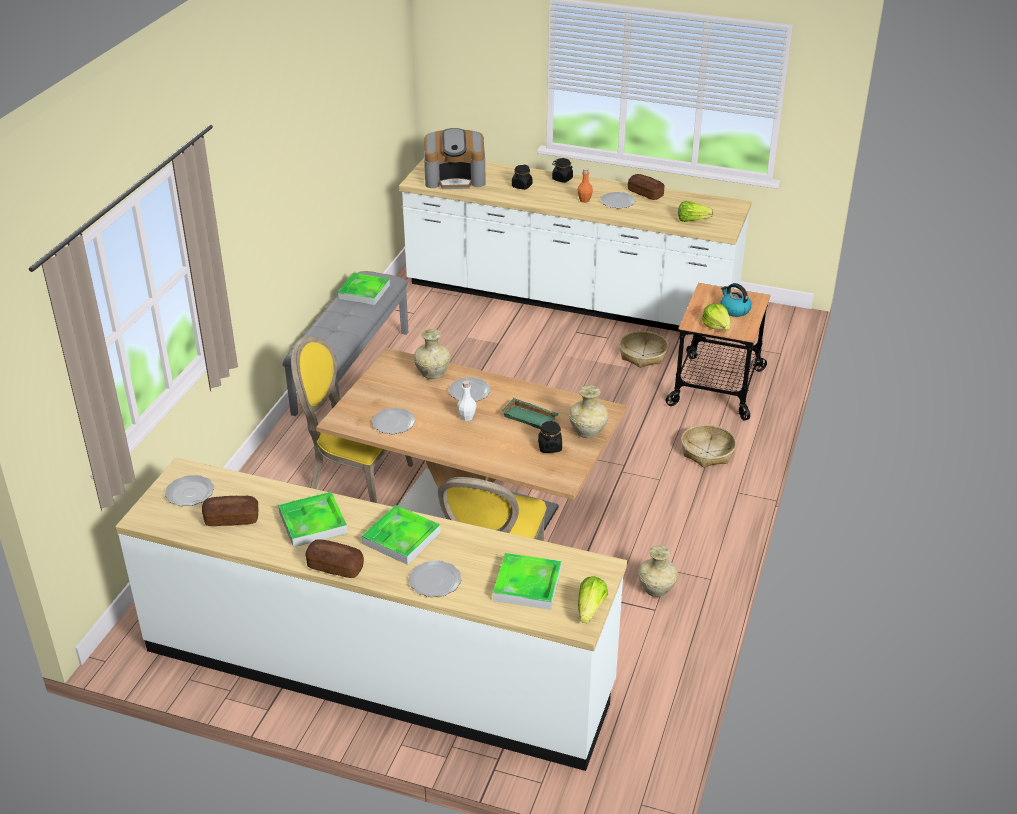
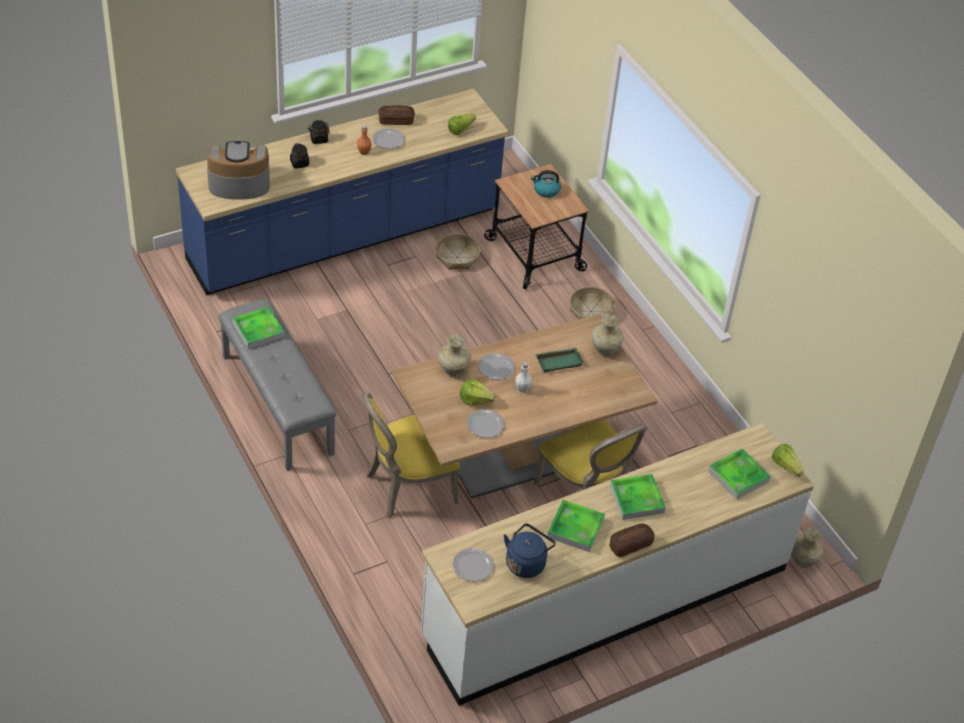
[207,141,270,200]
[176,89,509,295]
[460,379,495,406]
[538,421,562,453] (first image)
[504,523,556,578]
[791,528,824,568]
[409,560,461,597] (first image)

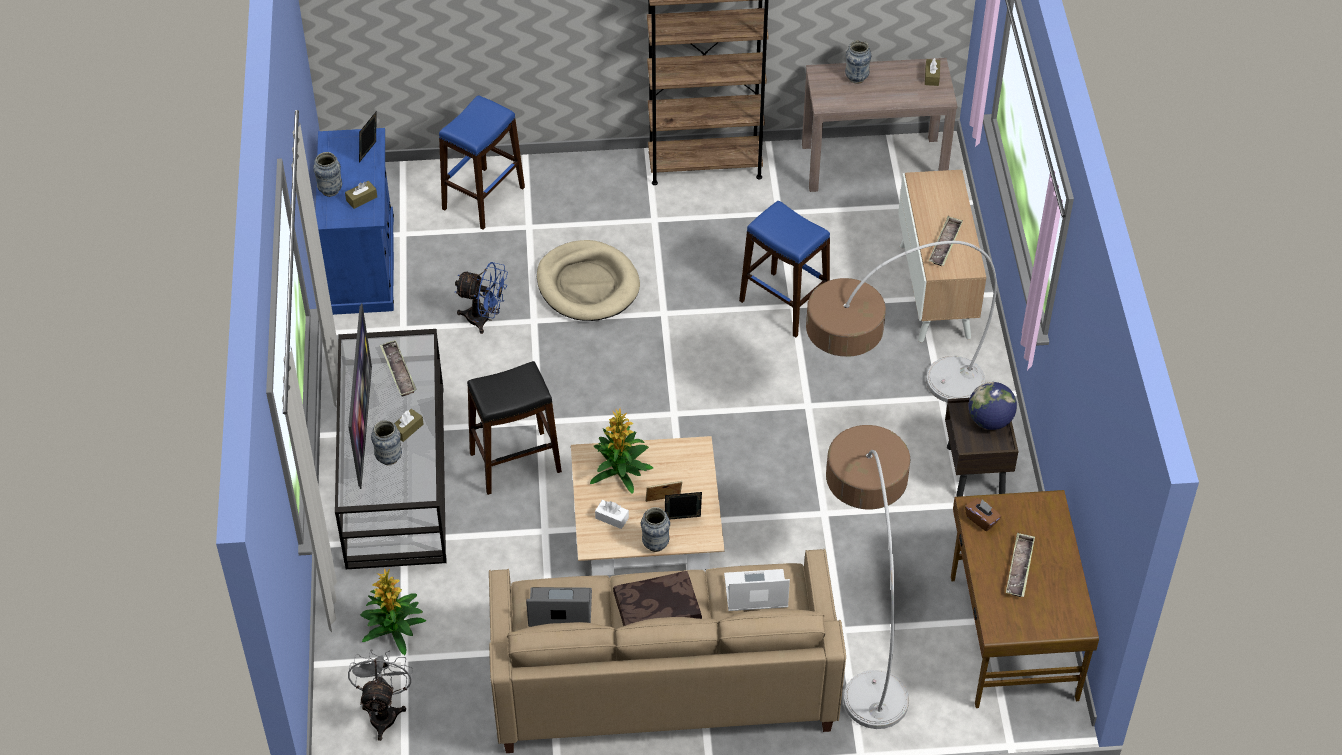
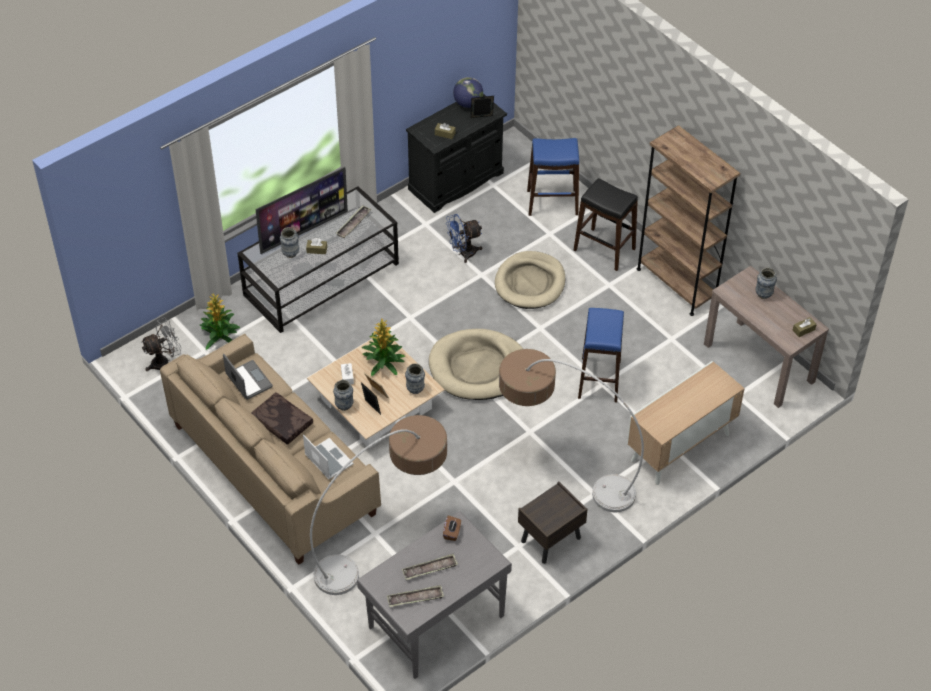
[406,94,507,213]
[405,364,425,394]
[387,585,444,607]
[446,214,482,263]
[574,178,638,271]
[453,77,483,108]
[357,511,512,679]
[429,329,527,400]

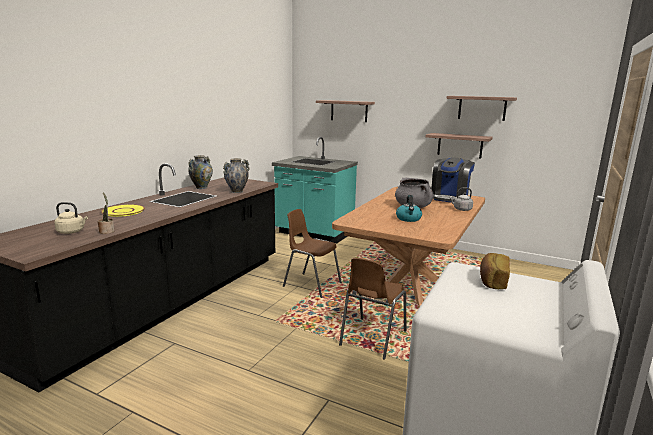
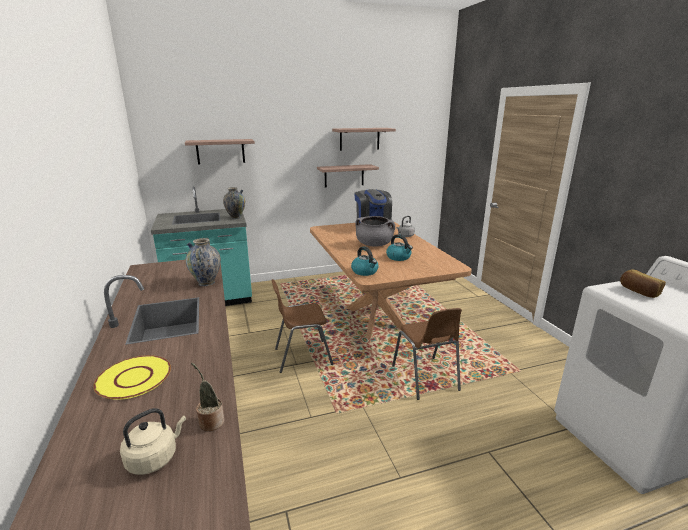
[223,187,246,219]
[351,247,378,276]

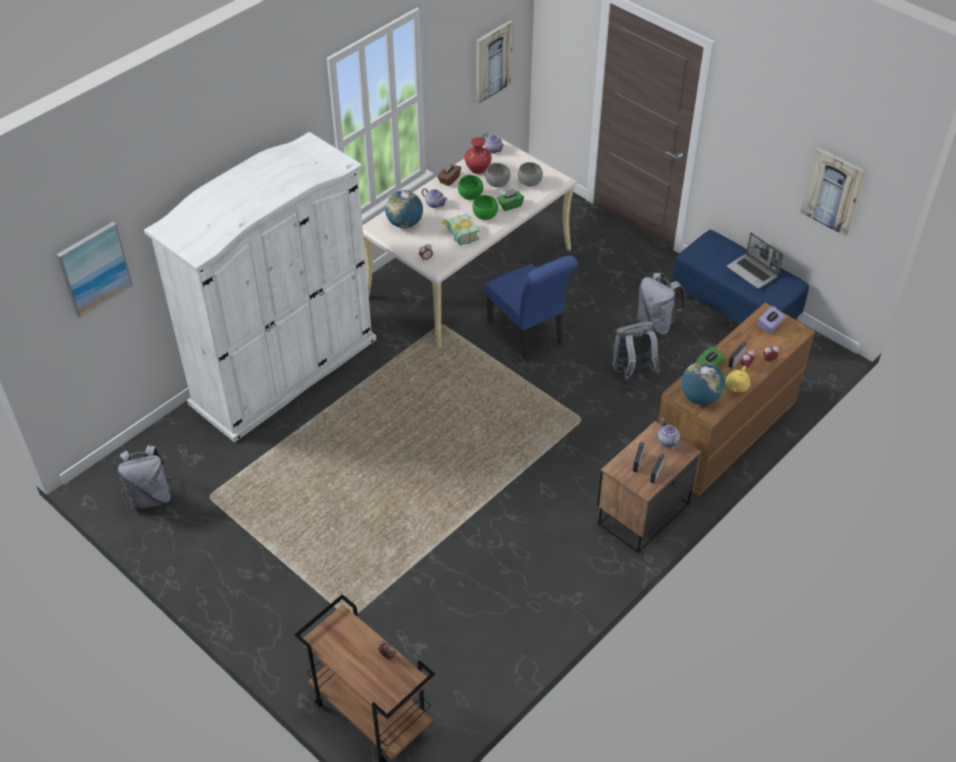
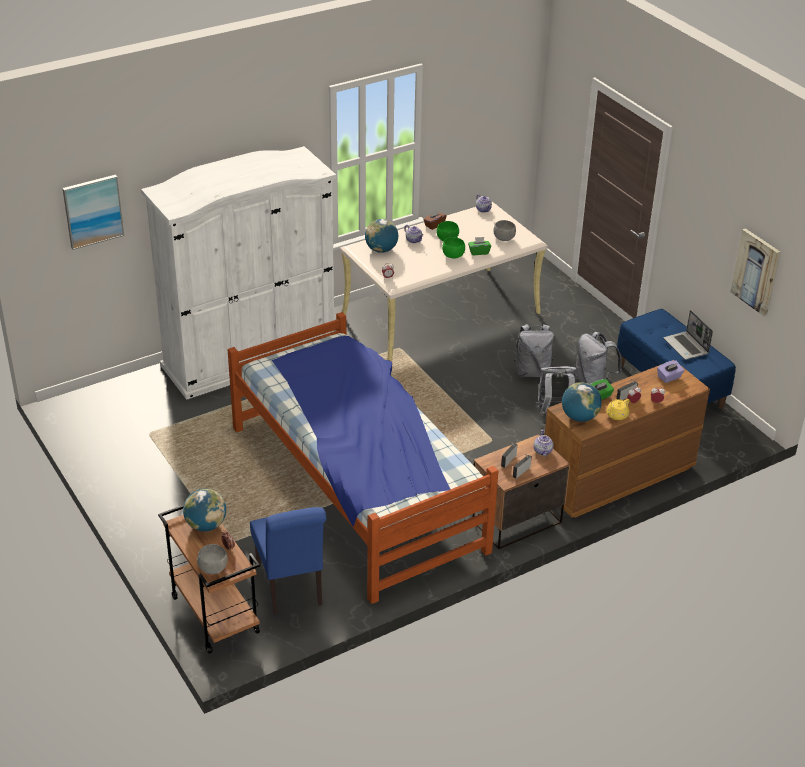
[476,20,513,104] (first image)
[465,137,492,174] (first image)
[197,544,228,574]
[442,213,479,245] (first image)
[250,507,326,615]
[514,324,554,377]
[228,312,498,604]
[183,489,226,532]

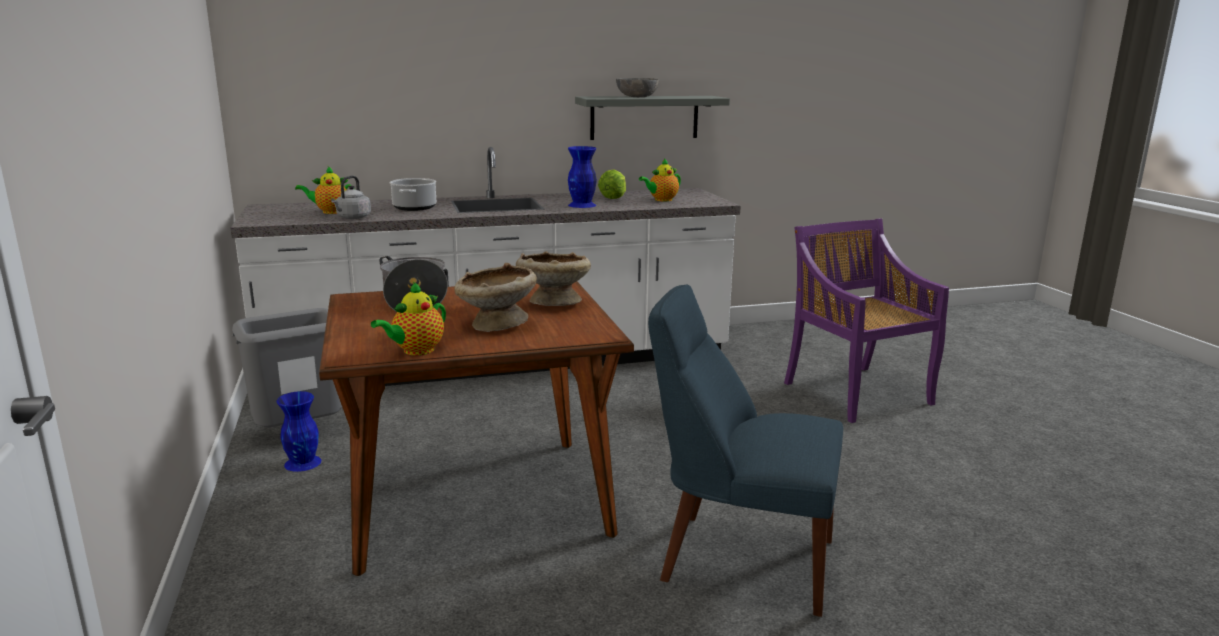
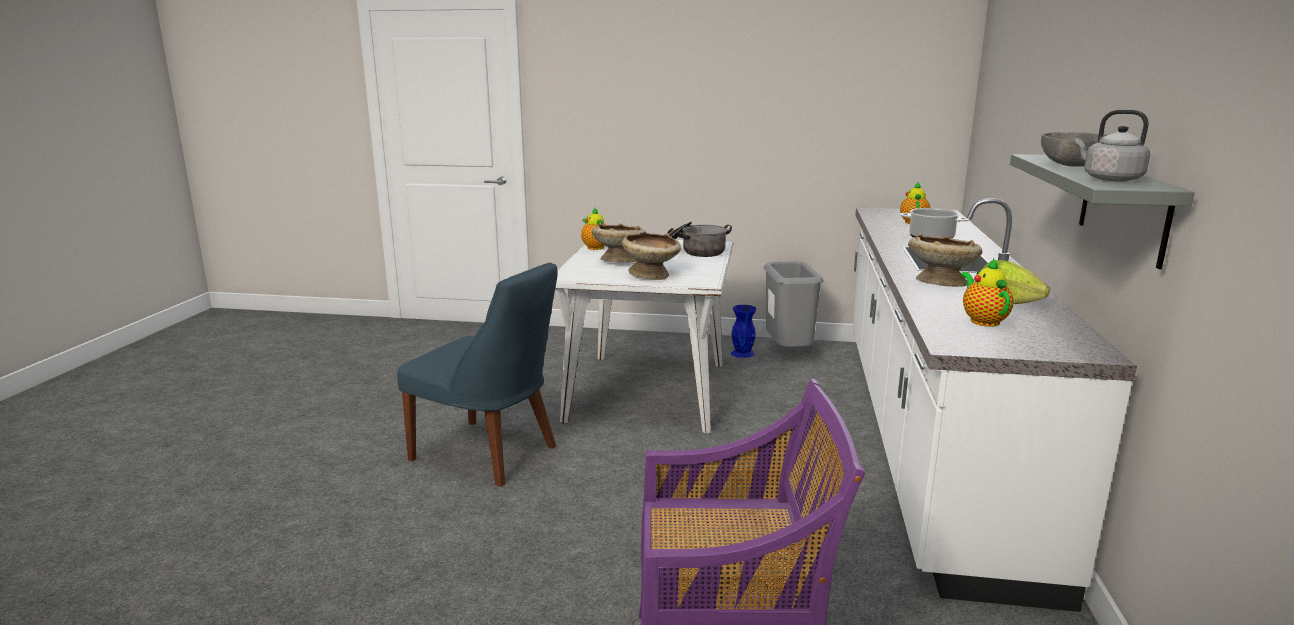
[908,233,983,287]
[1075,110,1150,182]
[555,240,733,434]
[397,263,557,487]

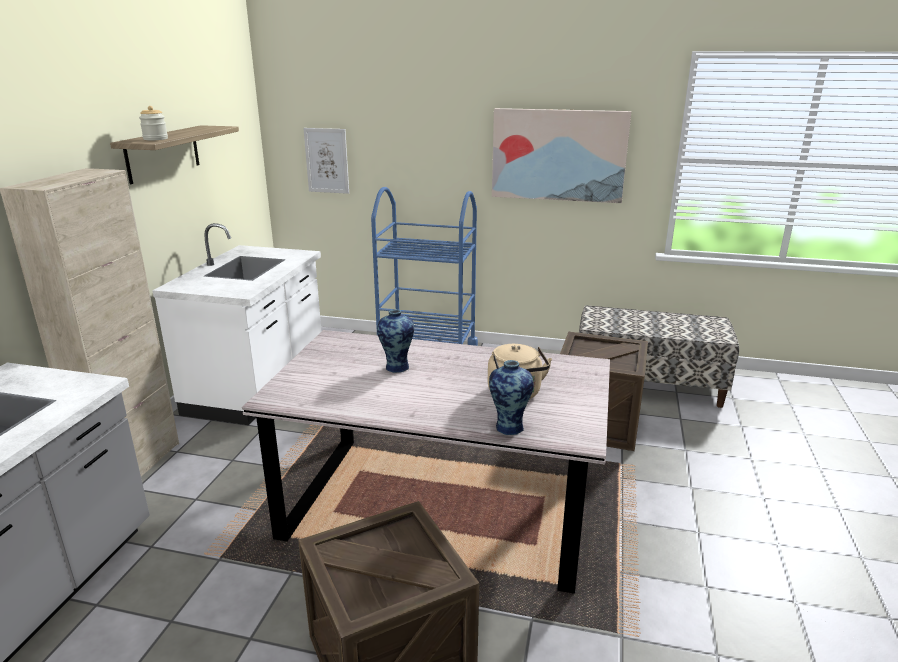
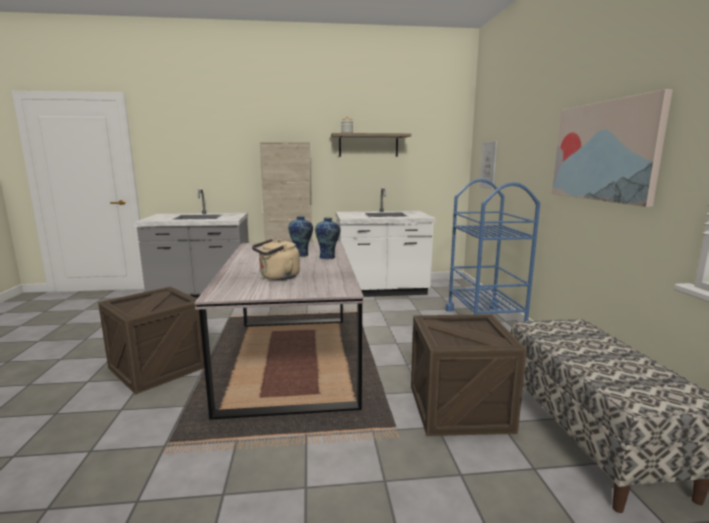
[315,217,340,259]

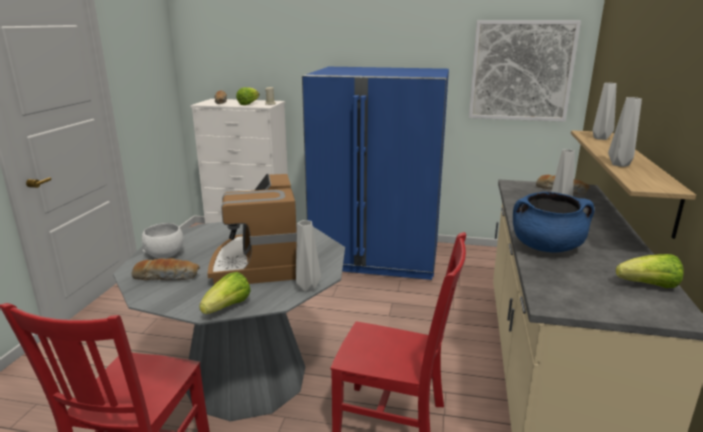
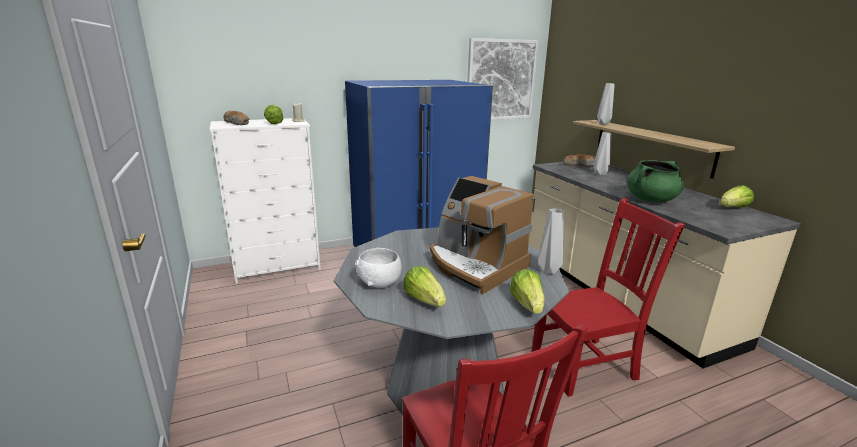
[608,97,642,167] (first image)
[627,160,684,202]
[403,266,446,307]

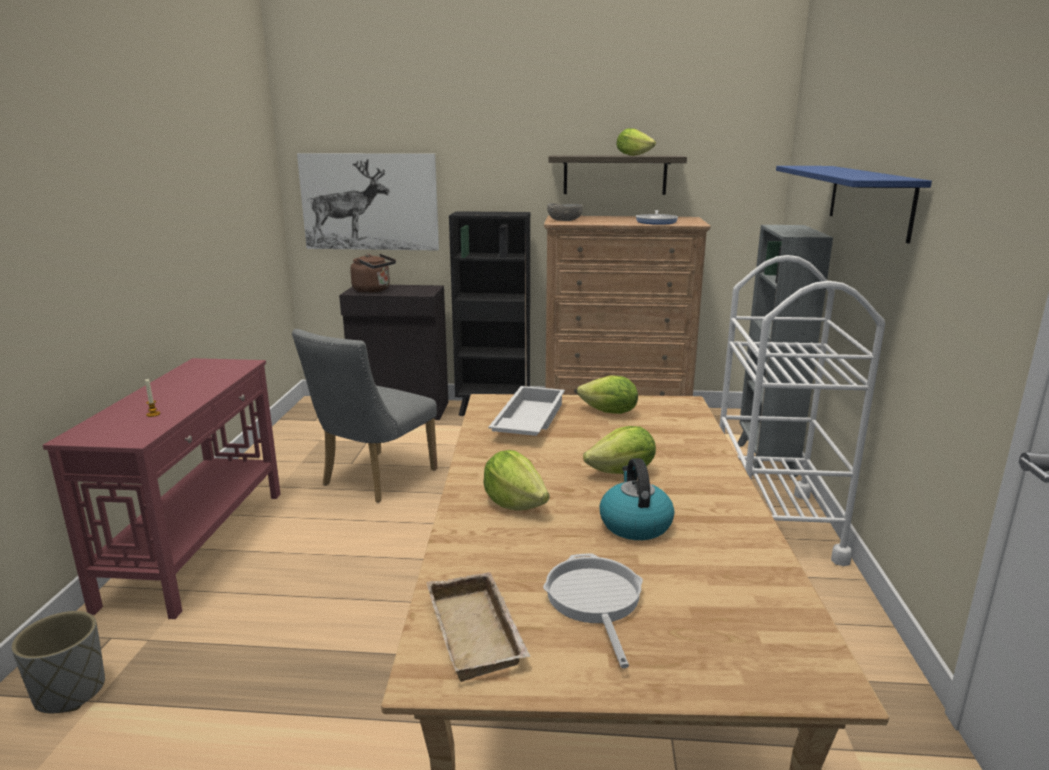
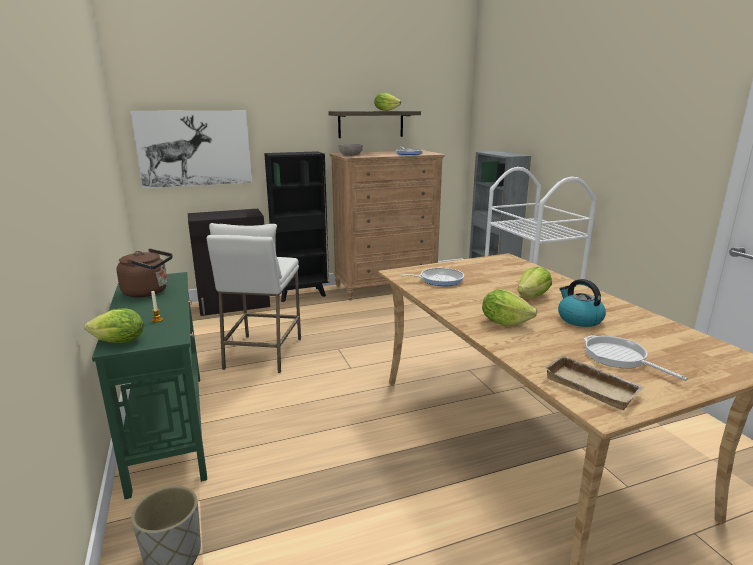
[776,166,932,243] (first image)
[117,249,173,297]
[207,223,301,373]
[92,272,207,499]
[84,308,144,343]
[400,268,464,286]

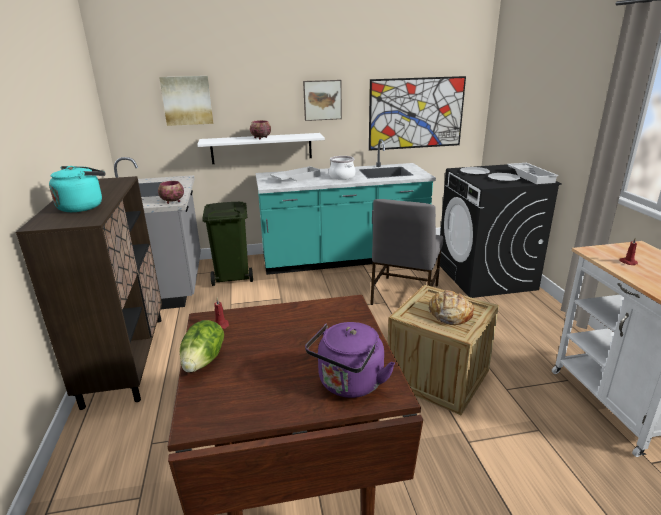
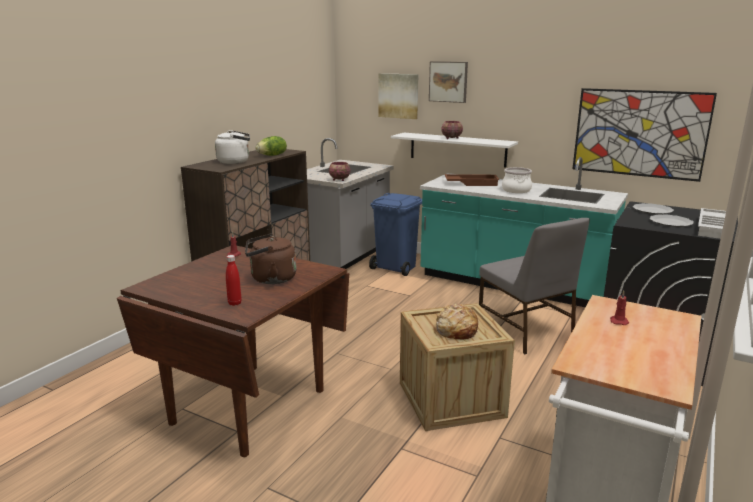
[429,61,468,103]
[215,130,250,164]
[445,174,499,186]
[479,218,590,354]
[369,193,422,276]
[255,136,287,156]
[226,255,242,306]
[245,233,296,284]

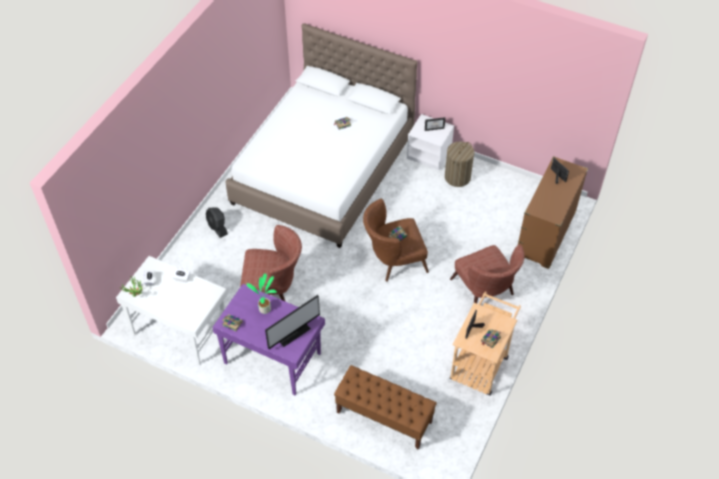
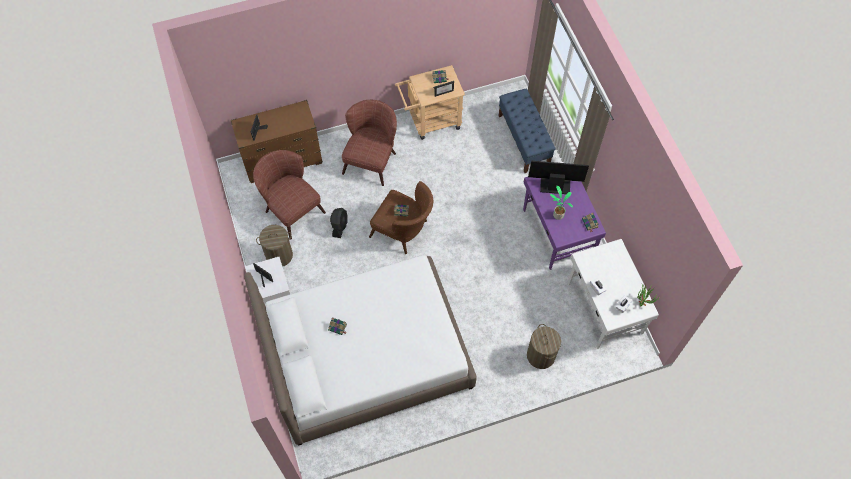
[330,208,348,238]
[253,150,326,239]
[499,89,556,173]
[527,324,561,369]

